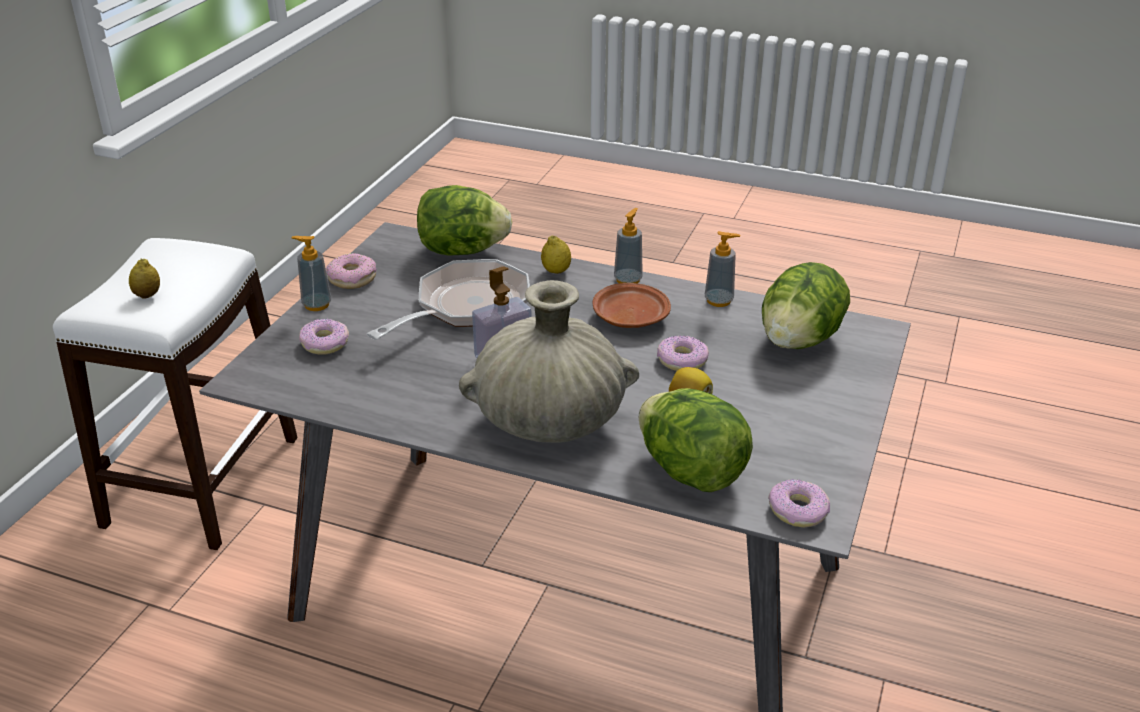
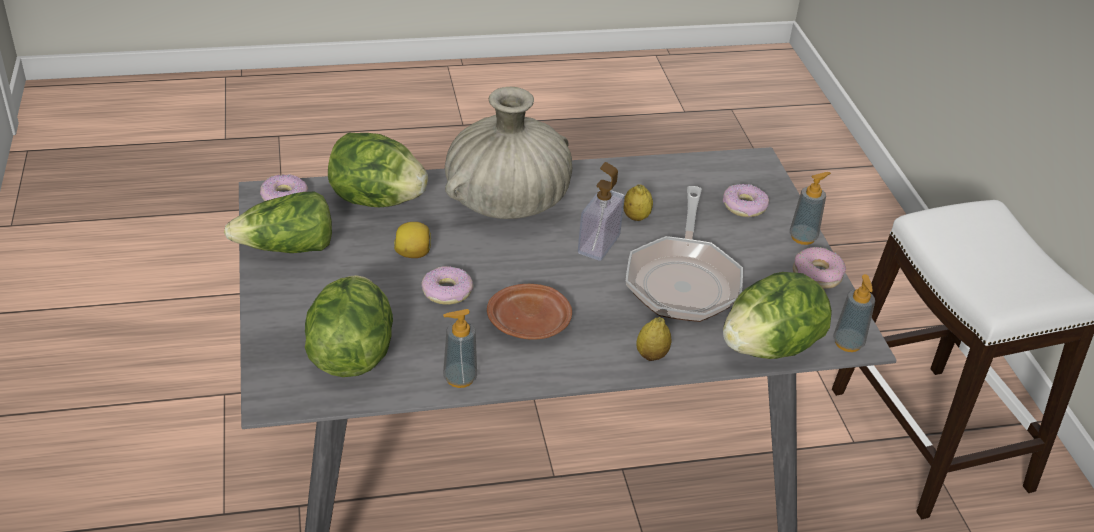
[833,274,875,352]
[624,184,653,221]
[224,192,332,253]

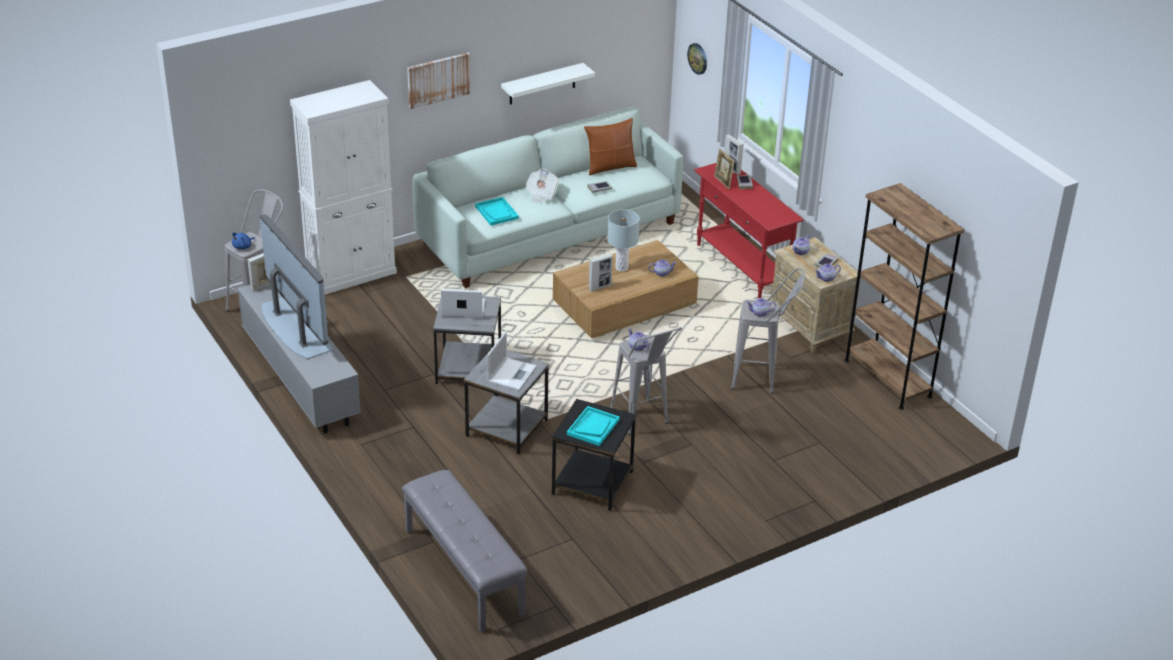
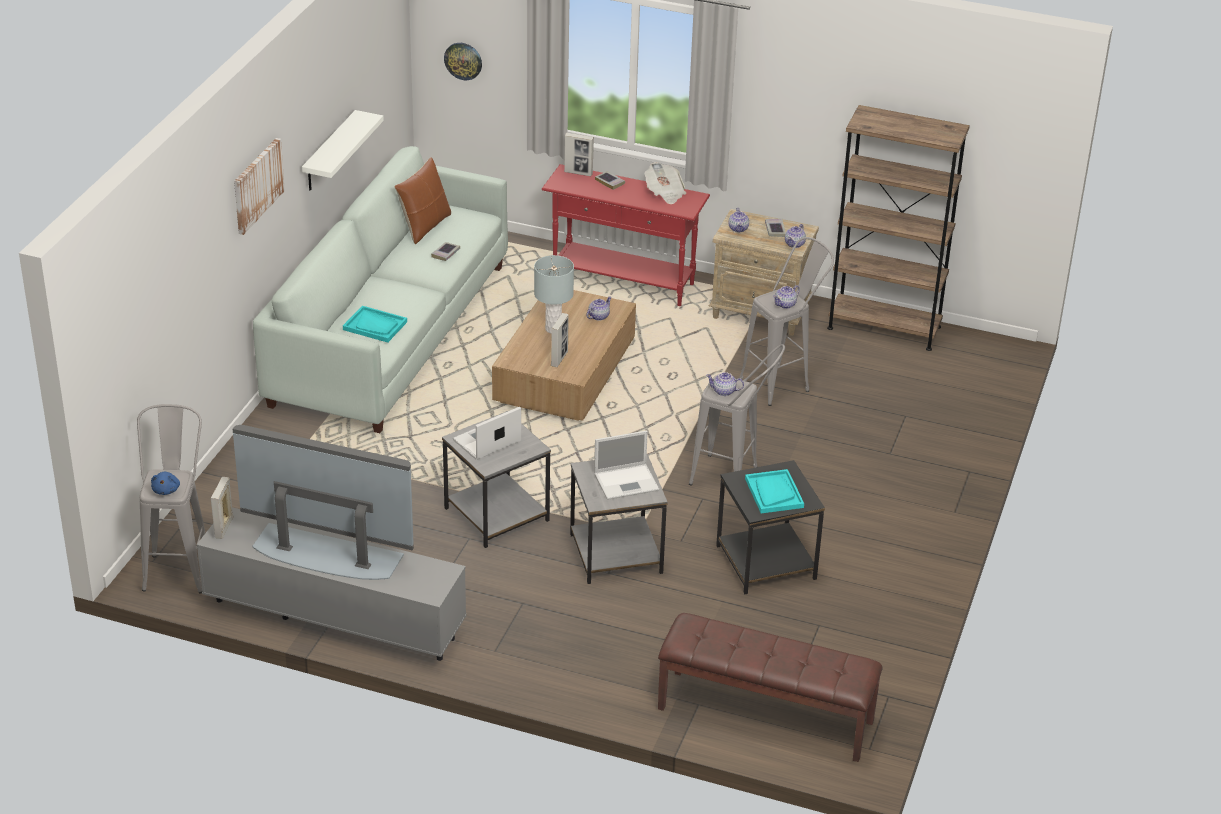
[290,80,397,295] (first image)
[714,148,735,189] (first image)
[645,162,686,204]
[594,430,659,500]
[658,613,882,762]

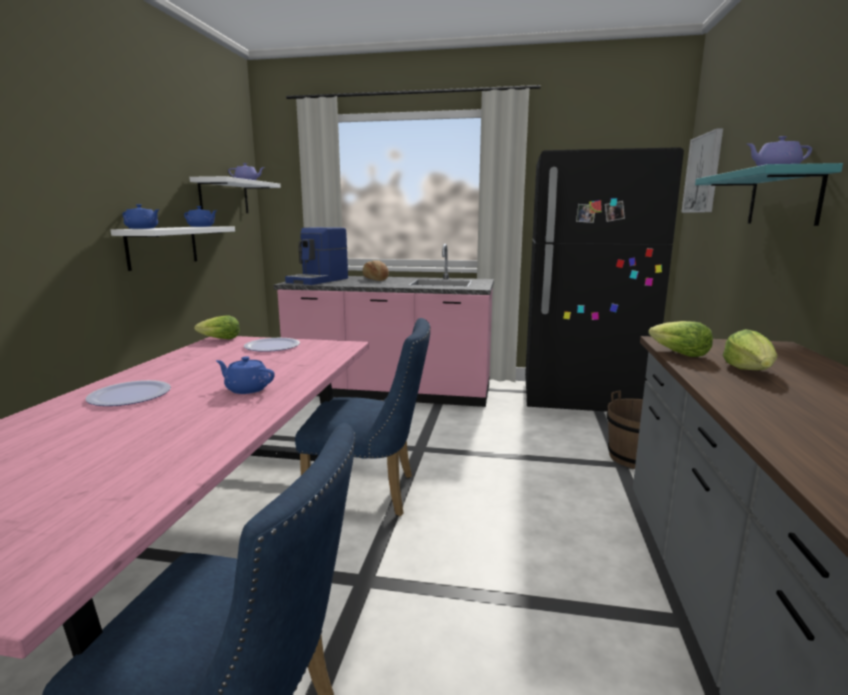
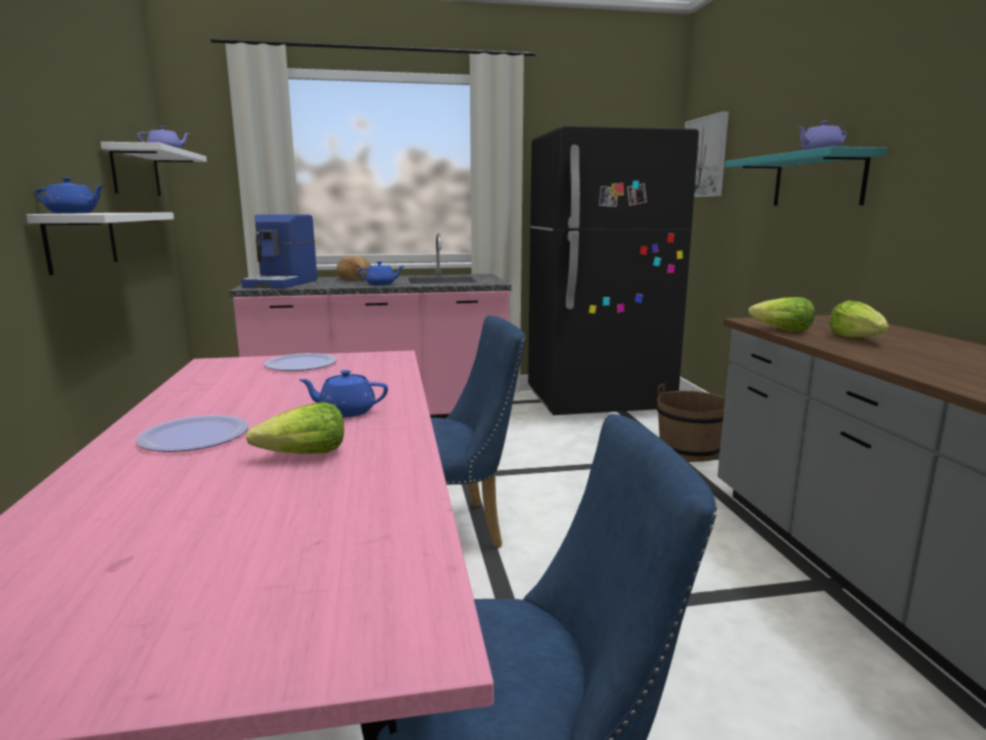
[358,261,405,285]
[246,402,344,454]

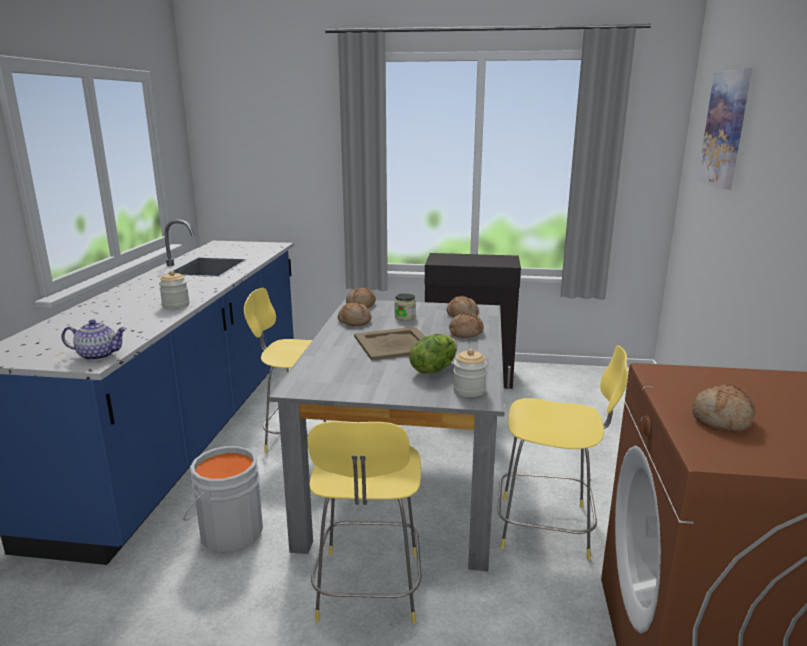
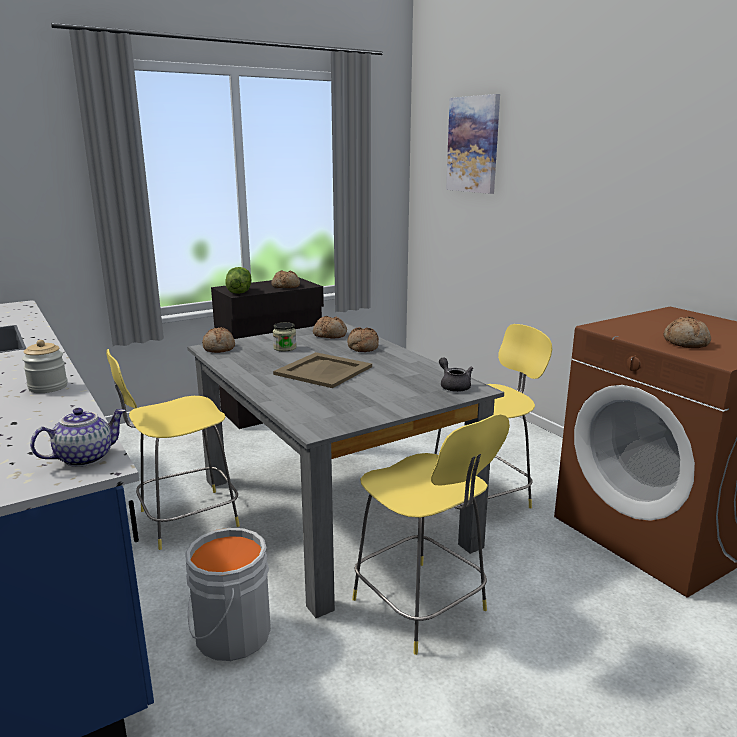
[271,270,300,288]
[225,267,252,294]
[439,357,473,392]

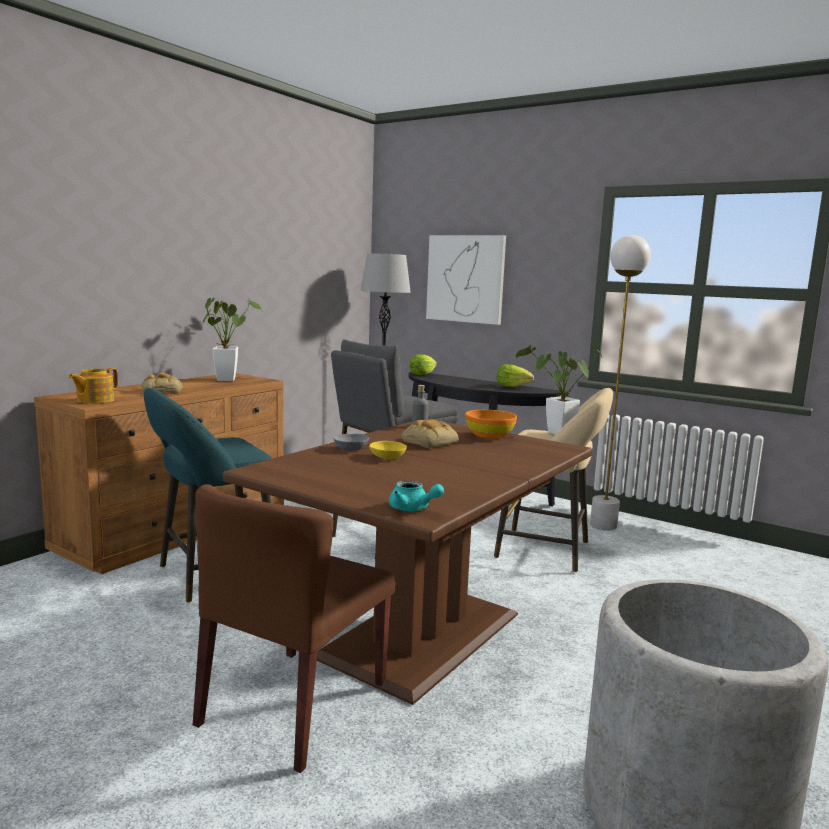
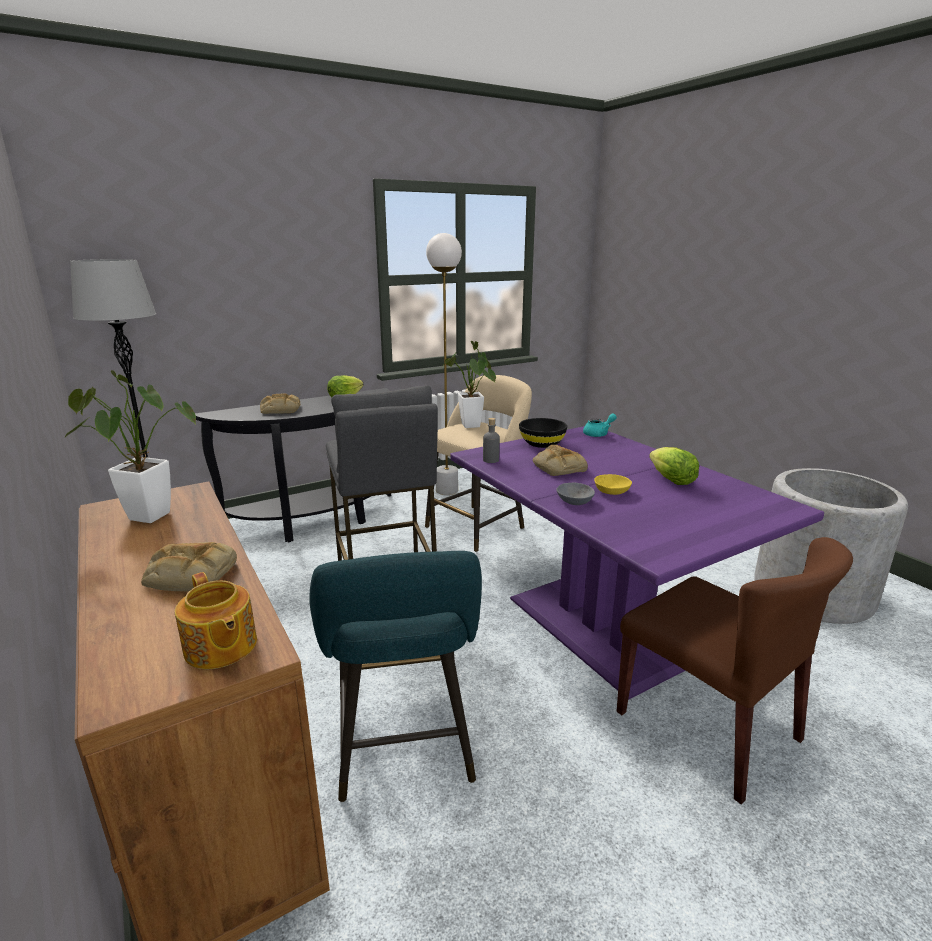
[426,235,506,325] (first image)
[649,447,699,485]
[519,418,567,448]
[450,426,824,700]
[583,413,617,437]
[260,393,300,414]

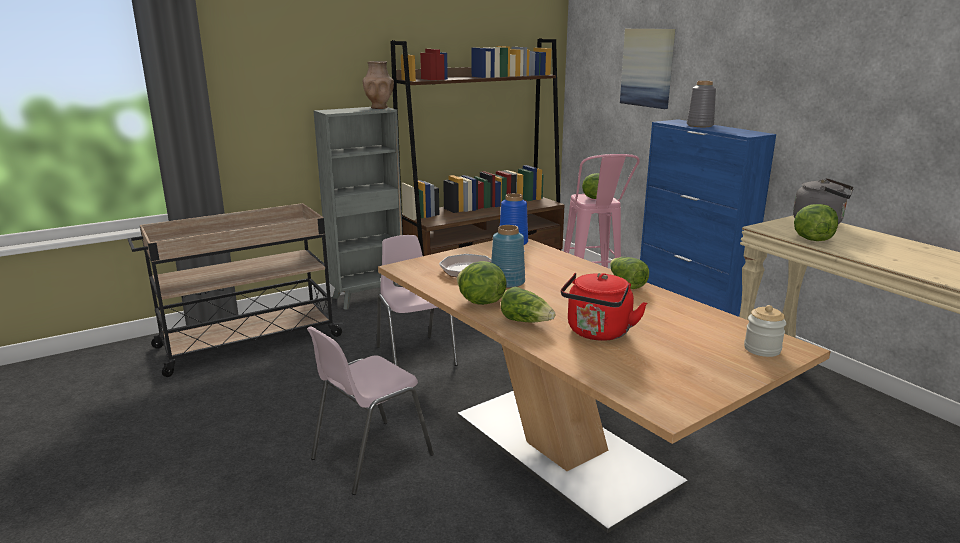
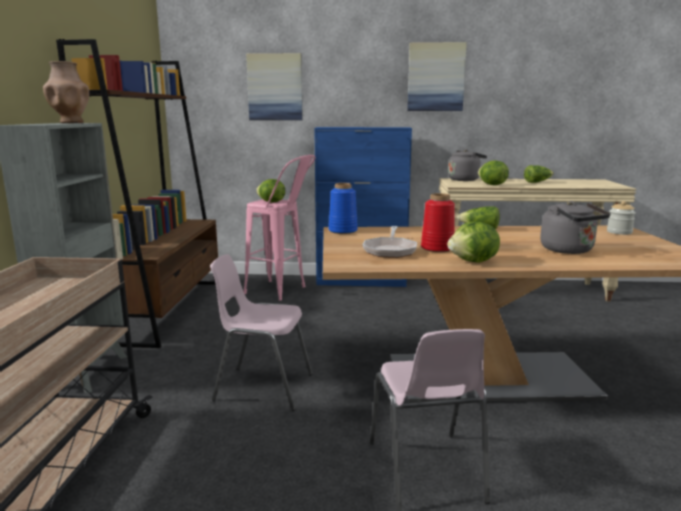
[687,81,716,127] (first image)
[421,193,455,252]
[540,201,611,254]
[524,165,554,183]
[407,42,467,111]

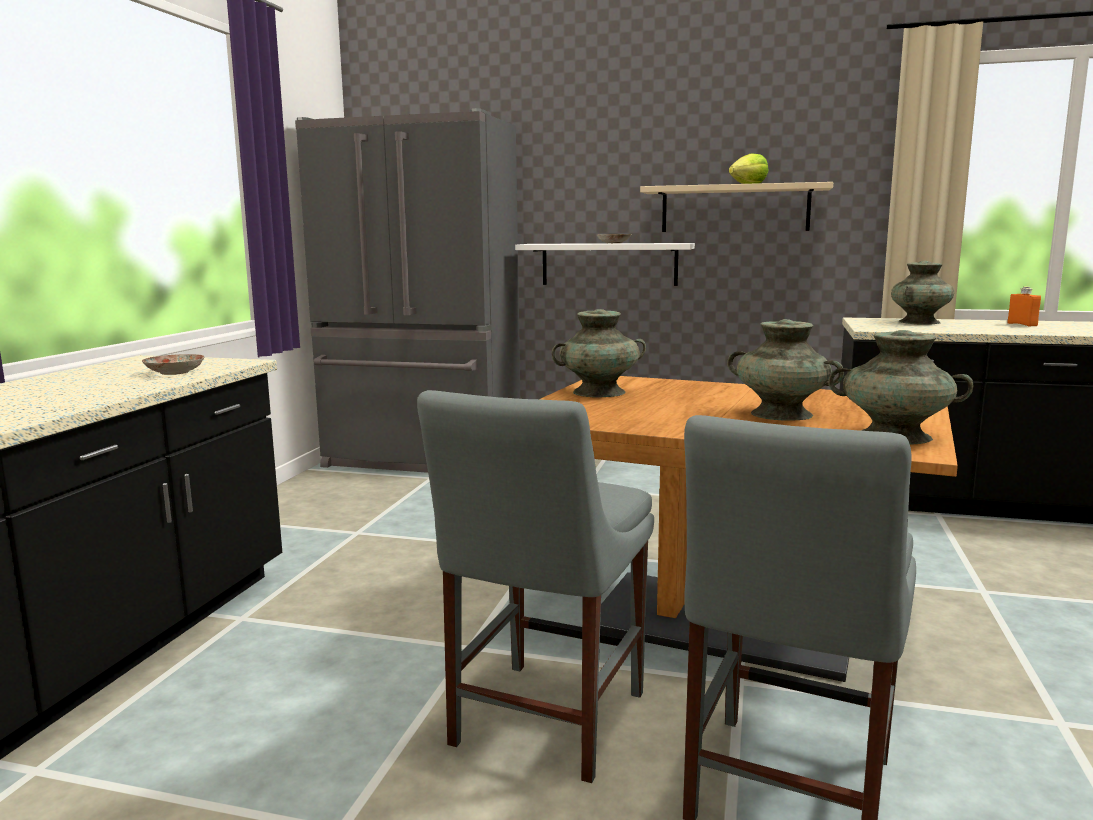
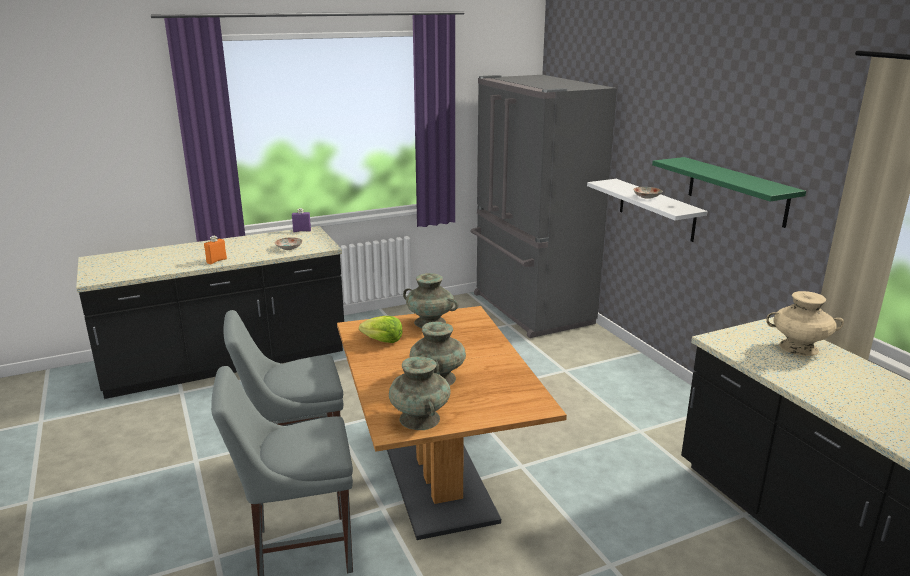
[359,316,403,343]
[652,157,806,228]
[766,291,844,356]
[204,236,227,264]
[292,208,311,232]

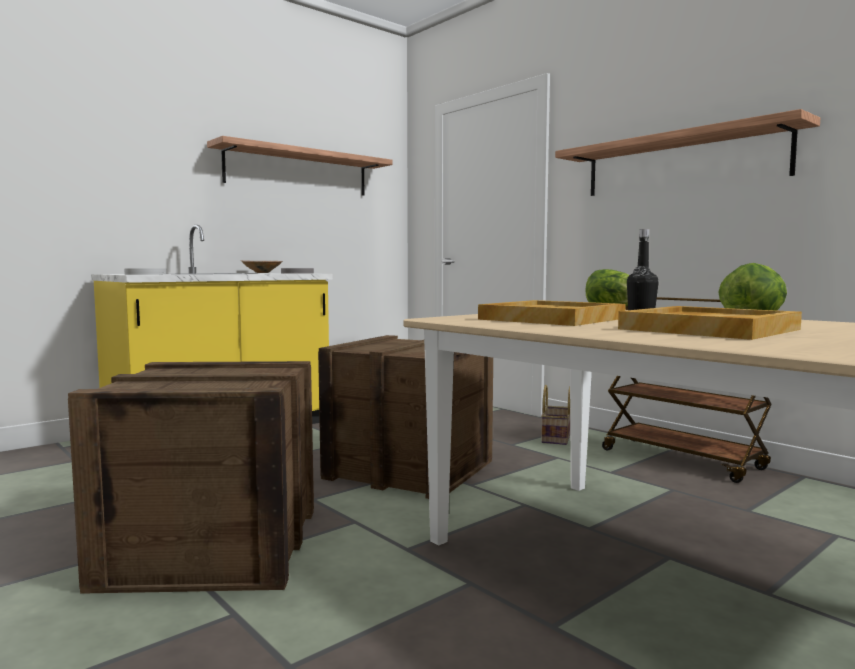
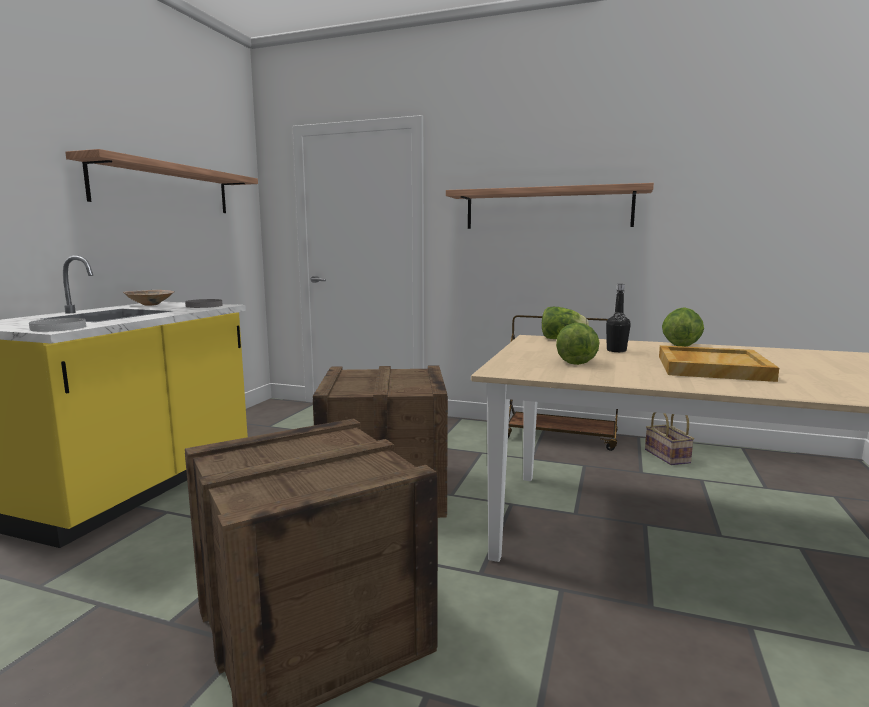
[556,323,600,365]
[645,412,694,465]

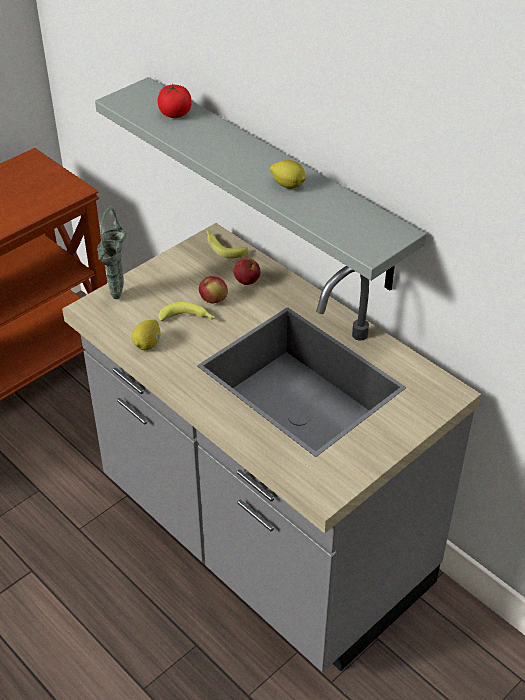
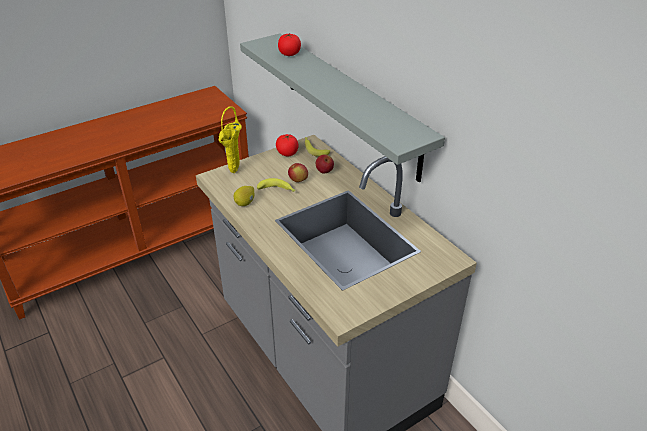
[270,160,306,189] (first image)
[219,106,242,173]
[276,134,299,157]

